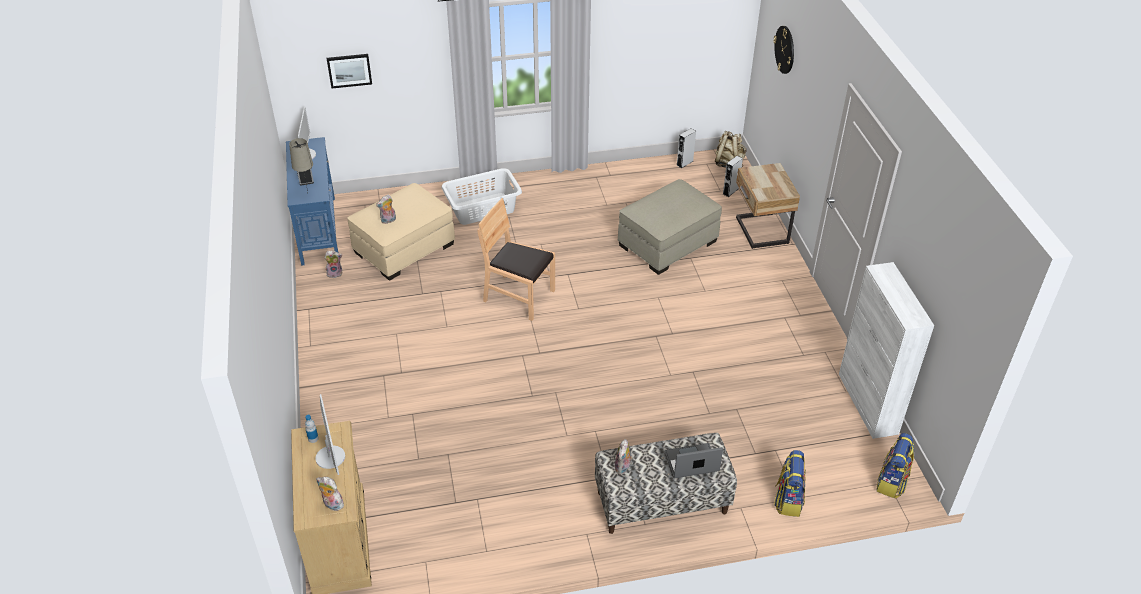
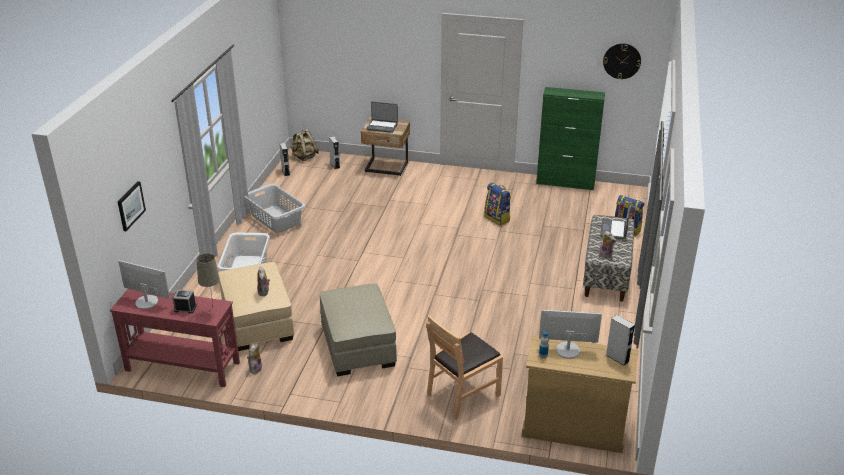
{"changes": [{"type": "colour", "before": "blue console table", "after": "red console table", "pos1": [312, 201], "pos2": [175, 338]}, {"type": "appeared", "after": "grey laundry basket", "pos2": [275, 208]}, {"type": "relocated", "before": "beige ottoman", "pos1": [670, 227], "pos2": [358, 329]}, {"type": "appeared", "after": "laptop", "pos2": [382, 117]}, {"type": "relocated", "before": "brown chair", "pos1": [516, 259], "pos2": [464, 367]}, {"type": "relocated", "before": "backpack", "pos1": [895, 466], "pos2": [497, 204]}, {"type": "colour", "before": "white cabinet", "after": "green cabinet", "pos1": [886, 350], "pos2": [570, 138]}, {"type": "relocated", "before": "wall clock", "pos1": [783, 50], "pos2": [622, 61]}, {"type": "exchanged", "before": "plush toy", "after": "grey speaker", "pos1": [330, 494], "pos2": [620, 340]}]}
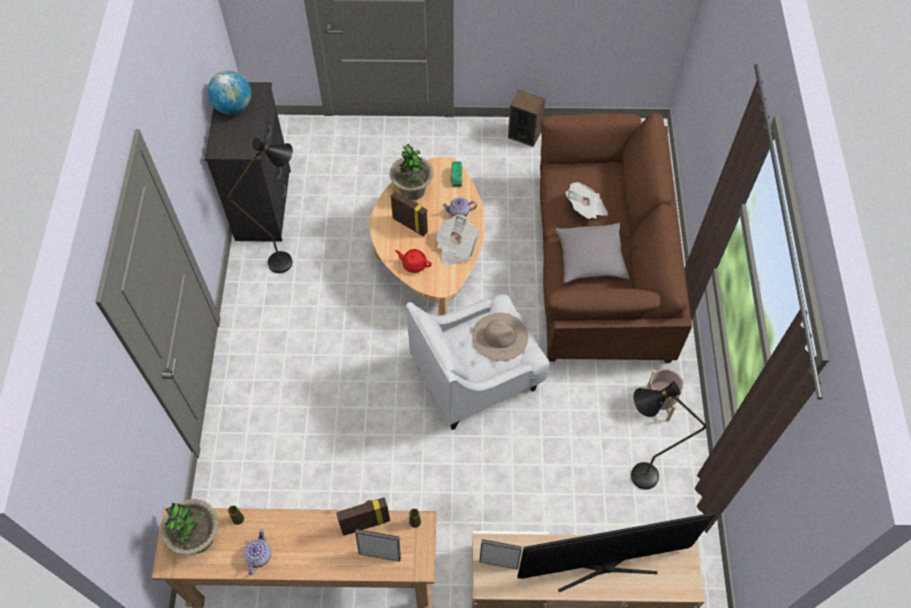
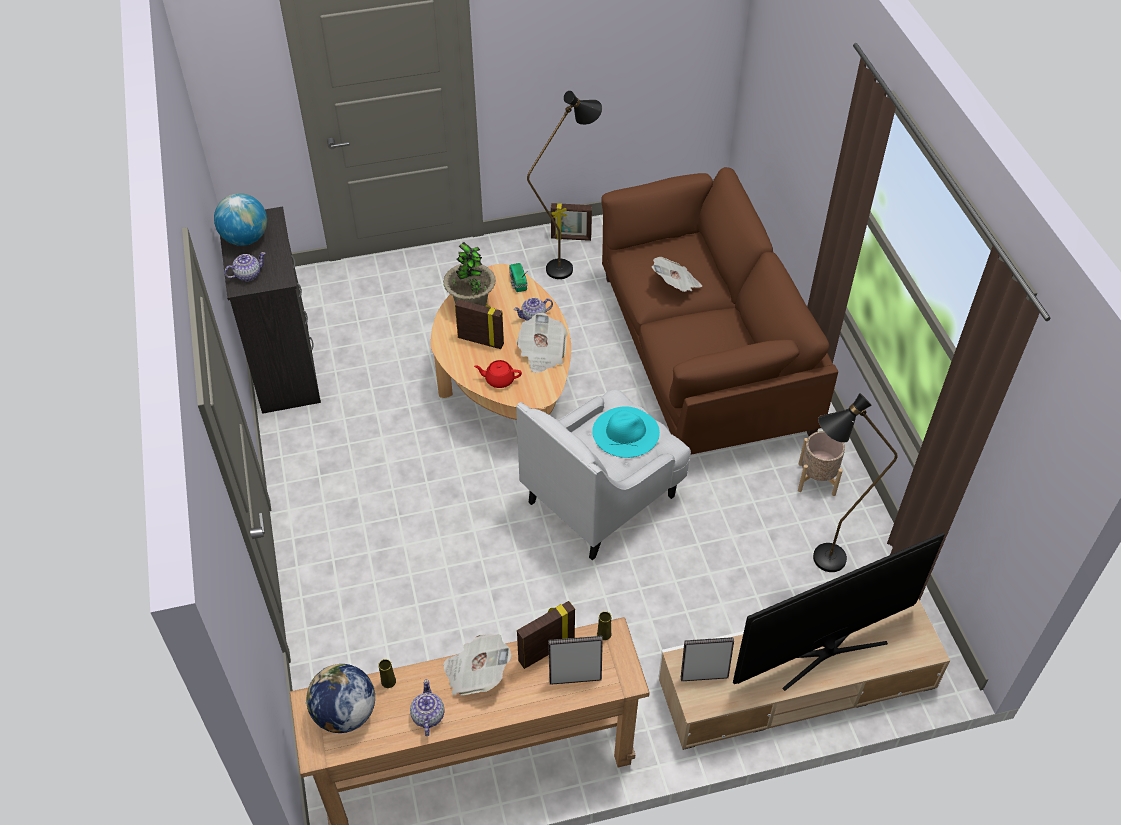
{"changes": [{"type": "appeared", "after": "teapot", "pos2": [245, 266]}, {"type": "exchanged", "before": "potted plant", "after": "globe", "pos1": [190, 527], "pos2": [340, 698]}, {"type": "appeared", "after": "newspaper", "pos2": [477, 664]}, {"type": "relocated", "before": "black floor lamp", "pos1": [260, 205], "pos2": [564, 185]}, {"type": "exchanged", "before": "speaker", "after": "picture frame", "pos1": [526, 118], "pos2": [571, 222]}, {"type": "colour", "before": "beige hat", "after": "turquoise hat", "pos1": [500, 337], "pos2": [626, 432]}, {"type": "missing", "before": "grey pillow", "pos1": [592, 253]}]}
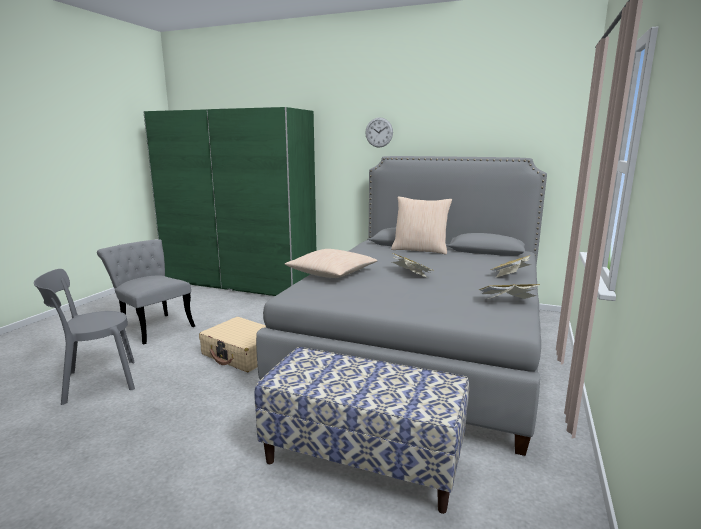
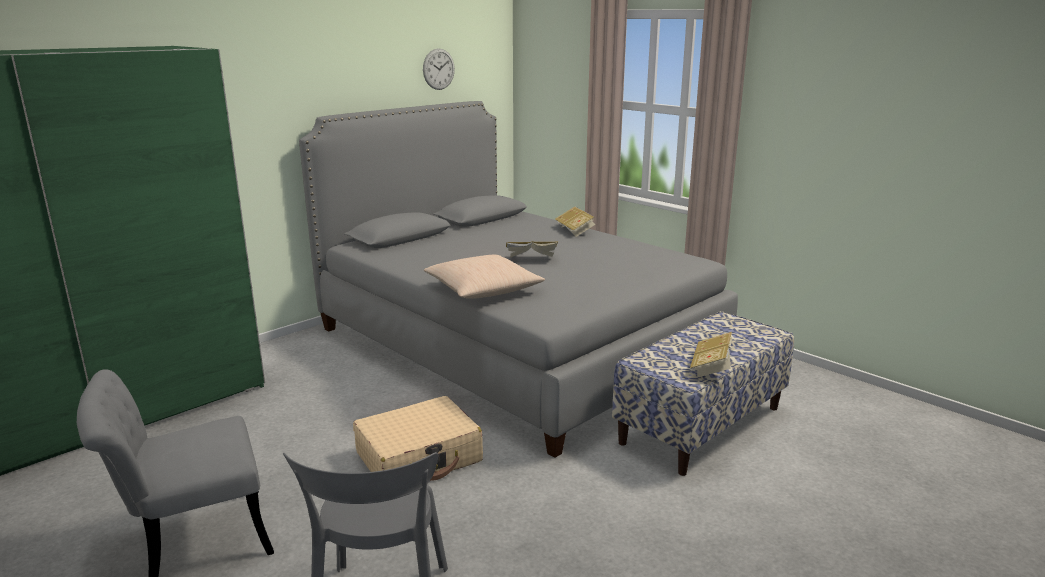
{"changes": [{"type": "relocated", "before": "wall clock", "pos1": [379, 132], "pos2": [439, 69]}, {"type": "relocated", "before": "book", "pos1": [509, 291], "pos2": [712, 355]}, {"type": "missing", "before": "beige pillow", "pos1": [421, 225]}]}
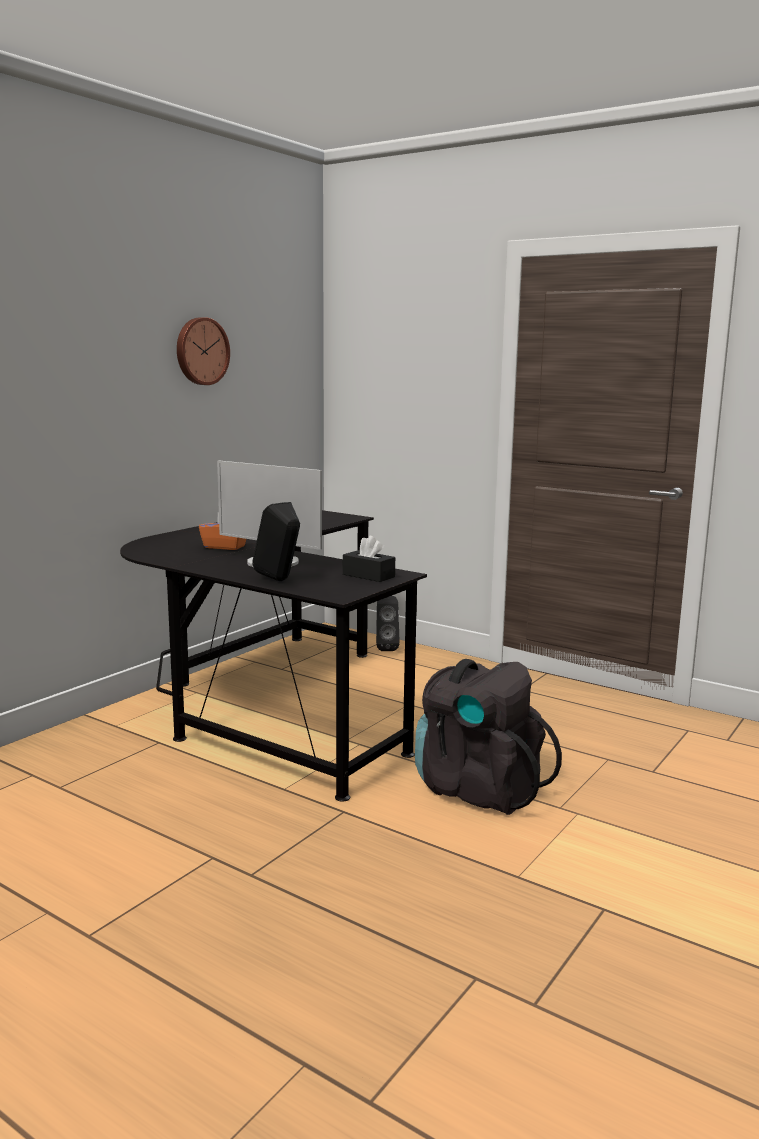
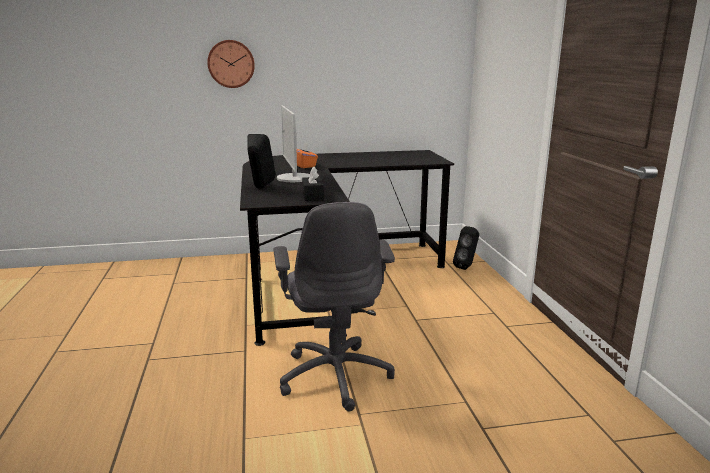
{"changes": [{"type": "relocated", "before": "wall clock", "pos1": [203, 351], "pos2": [231, 64]}, {"type": "exchanged", "before": "black backpack", "after": "grey office chair", "pos1": [488, 737], "pos2": [334, 306]}]}
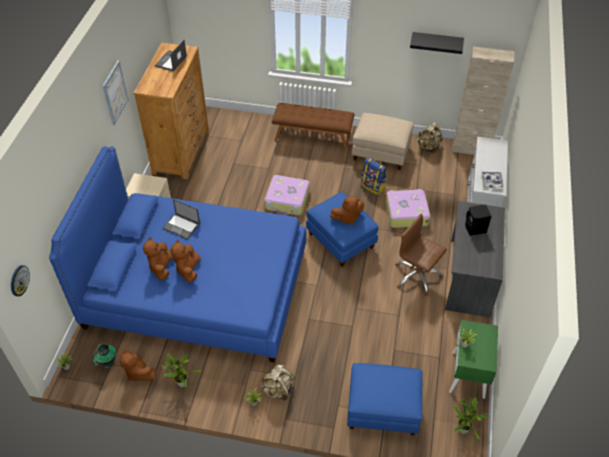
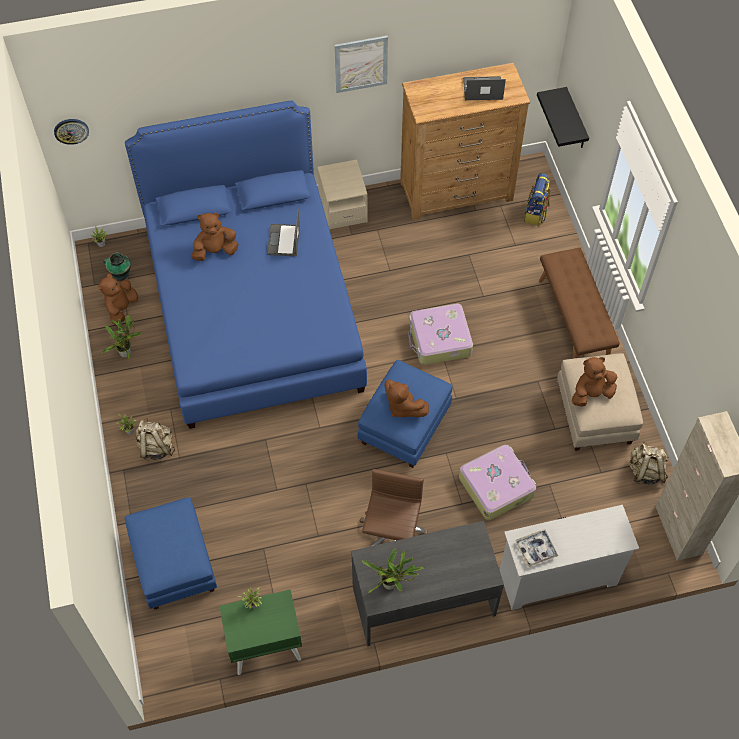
{"changes": [{"type": "relocated", "before": "potted plant", "pos1": [471, 418], "pos2": [393, 571]}, {"type": "relocated", "before": "backpack", "pos1": [374, 176], "pos2": [537, 199]}, {"type": "relocated", "before": "black shelf", "pos1": [437, 43], "pos2": [563, 117]}, {"type": "relocated", "before": "brown plush toy", "pos1": [186, 261], "pos2": [594, 382]}, {"type": "missing", "before": "black speaker", "pos1": [478, 220]}]}
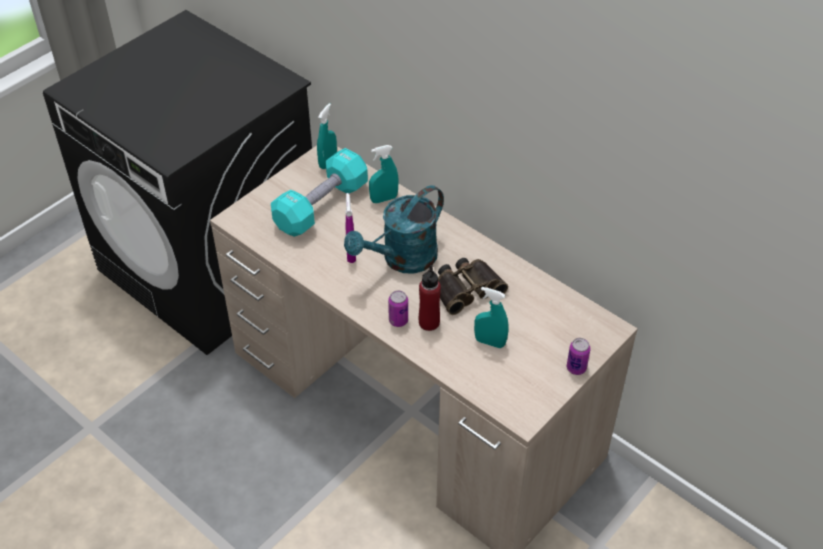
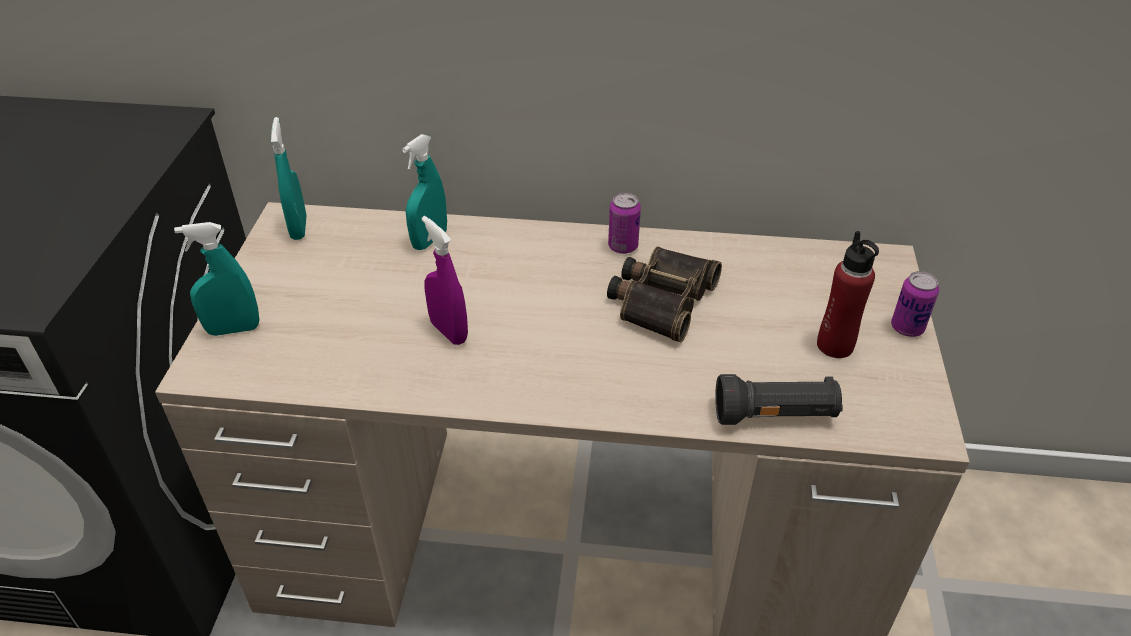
{"changes": [{"type": "relocated", "before": "turquoise spray bottle", "pos1": [491, 317], "pos2": [216, 279]}, {"type": "relocated", "before": "can", "pos1": [398, 309], "pos2": [624, 223]}, {"type": "appeared", "after": "black flashlight", "pos2": [779, 399]}, {"type": "relocated", "before": "red bottle", "pos1": [430, 298], "pos2": [848, 294]}, {"type": "missing", "before": "turquoise dumbbell", "pos1": [319, 192]}, {"type": "missing", "before": "turquoise watering can", "pos1": [394, 229]}]}
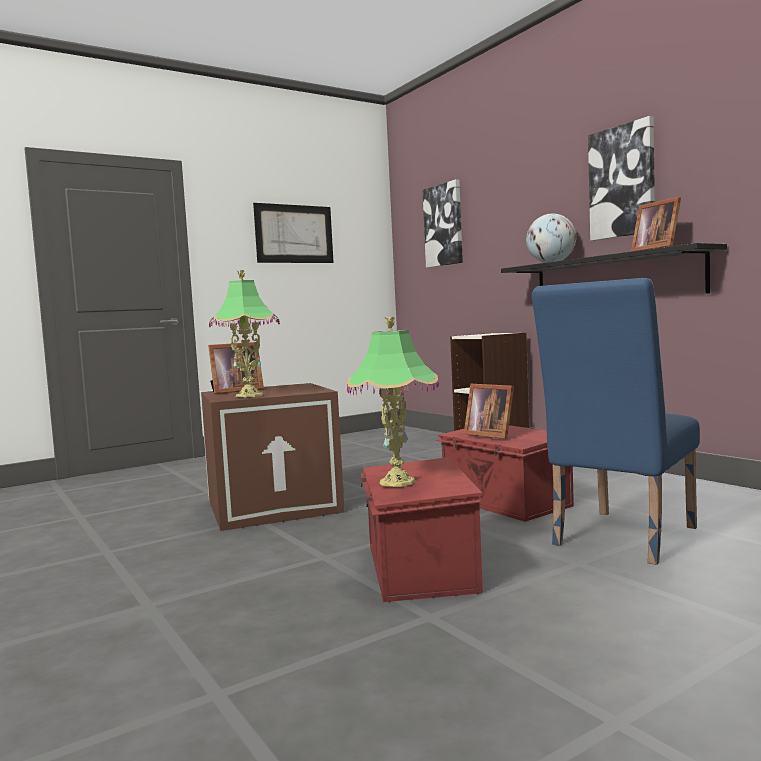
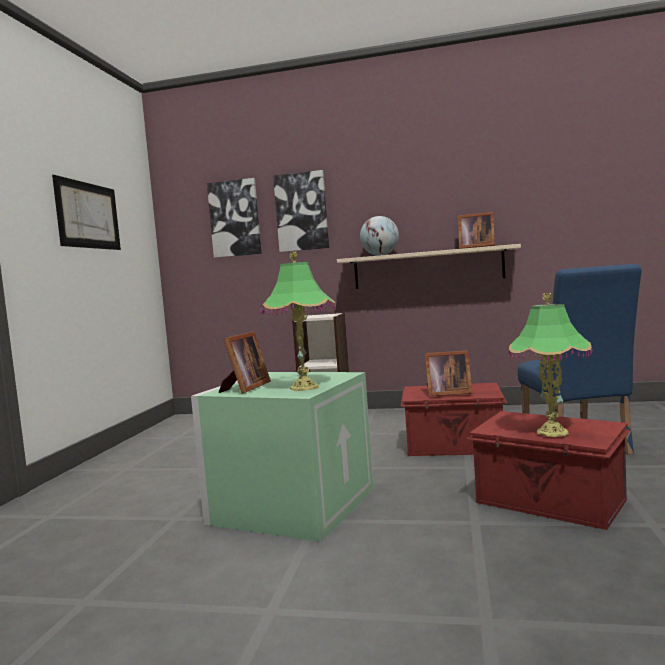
{"changes": [{"type": "colour", "before": "brown storage box", "after": "green storage box", "pos1": [273, 457], "pos2": [282, 457]}, {"type": "relocated", "before": "picture", "pos1": [621, 178], "pos2": [301, 211]}, {"type": "colour", "before": "black shelf", "after": "beige shelf", "pos1": [614, 268], "pos2": [429, 266]}]}
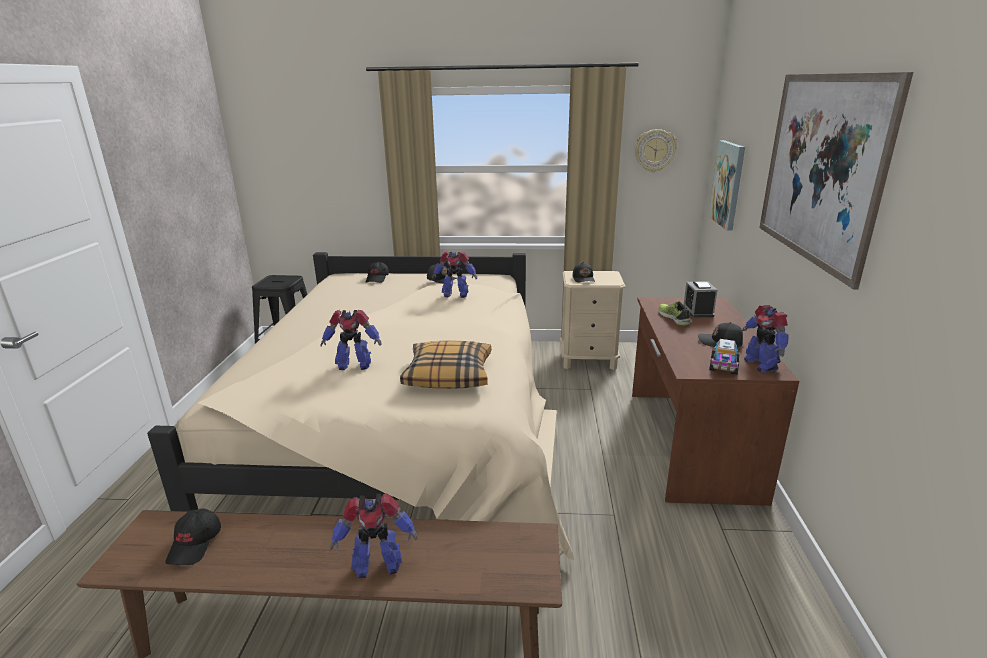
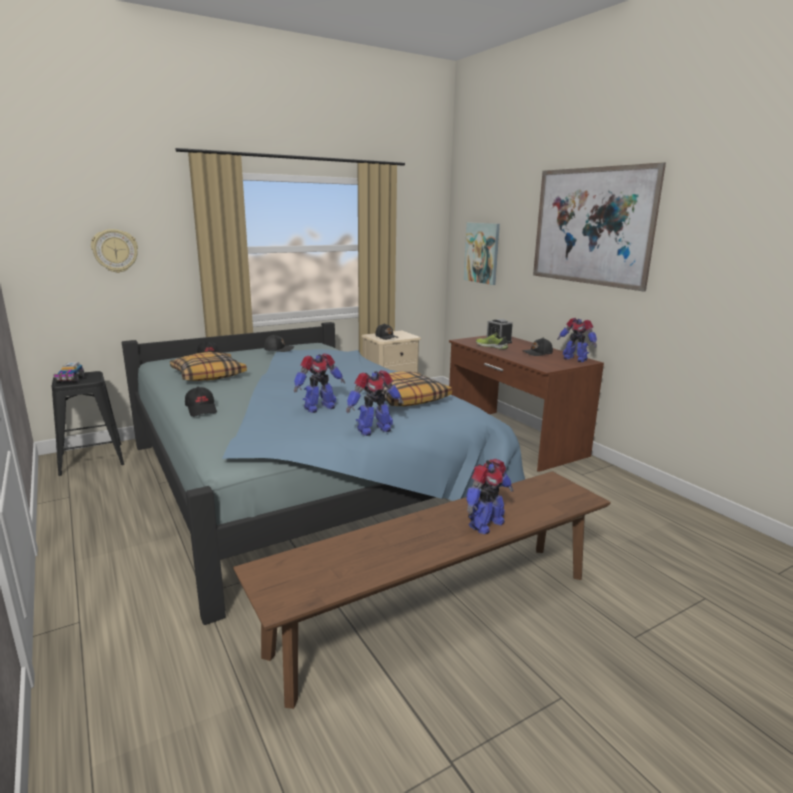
{"changes": [{"type": "relocated", "before": "toy truck", "pos1": [724, 357], "pos2": [69, 373]}, {"type": "relocated", "before": "wall clock", "pos1": [656, 150], "pos2": [114, 251]}, {"type": "colour", "before": "beige bed", "after": "blue bed", "pos1": [360, 406], "pos2": [323, 473]}, {"type": "appeared", "after": "pillow", "pos2": [208, 366]}, {"type": "relocated", "before": "black cap", "pos1": [193, 537], "pos2": [201, 402]}, {"type": "relocated", "before": "toy robot", "pos1": [454, 274], "pos2": [374, 403]}]}
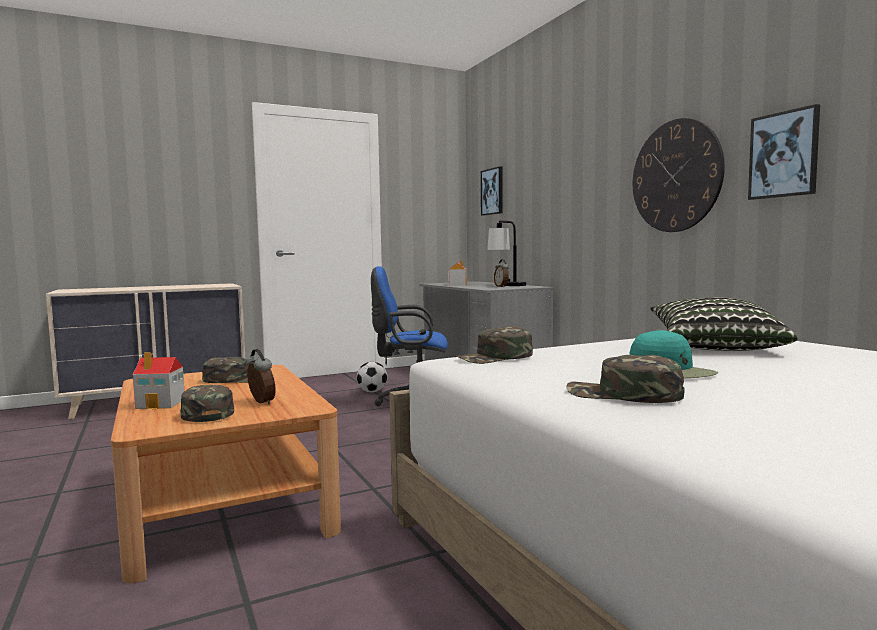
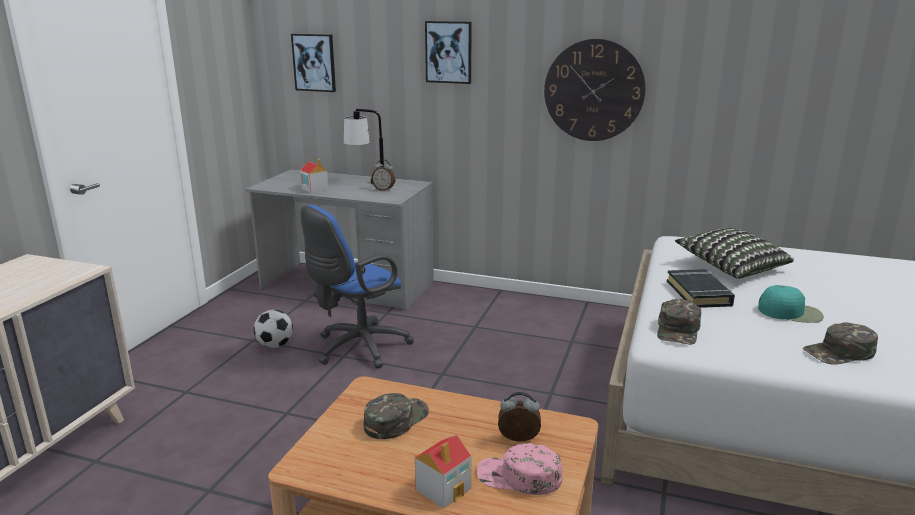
{"changes": [{"type": "relocated", "before": "picture", "pos1": [784, 152], "pos2": [448, 52]}, {"type": "colour", "before": "green cap", "after": "pink cap", "pos1": [207, 403], "pos2": [520, 469]}, {"type": "appeared", "after": "black book", "pos2": [701, 288]}]}
